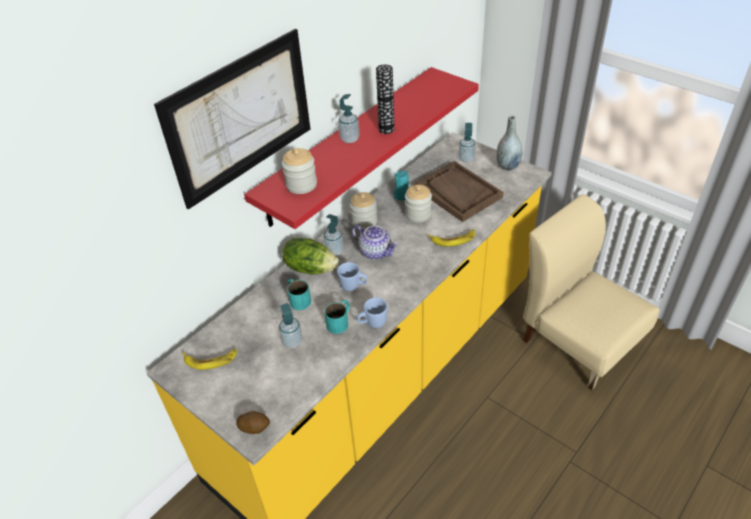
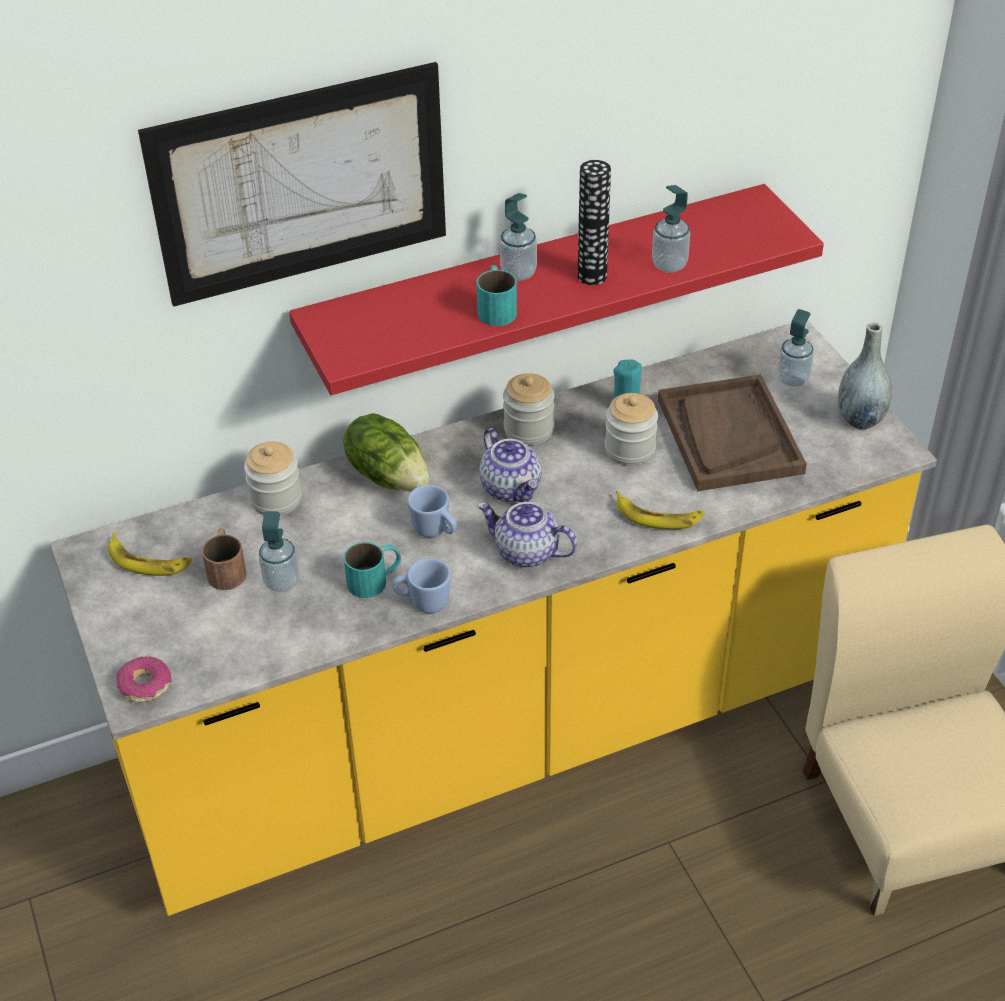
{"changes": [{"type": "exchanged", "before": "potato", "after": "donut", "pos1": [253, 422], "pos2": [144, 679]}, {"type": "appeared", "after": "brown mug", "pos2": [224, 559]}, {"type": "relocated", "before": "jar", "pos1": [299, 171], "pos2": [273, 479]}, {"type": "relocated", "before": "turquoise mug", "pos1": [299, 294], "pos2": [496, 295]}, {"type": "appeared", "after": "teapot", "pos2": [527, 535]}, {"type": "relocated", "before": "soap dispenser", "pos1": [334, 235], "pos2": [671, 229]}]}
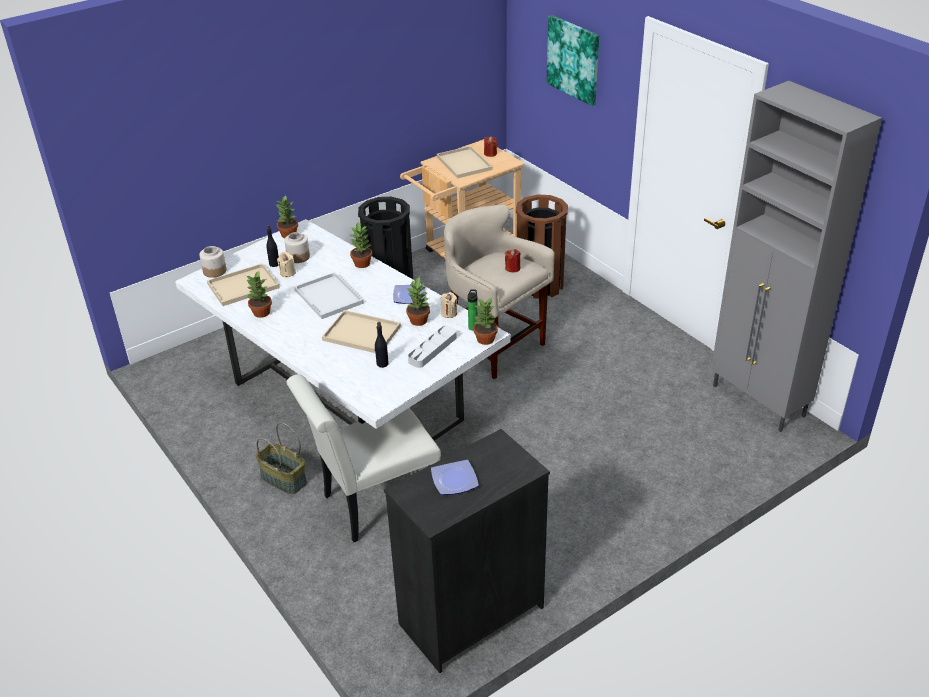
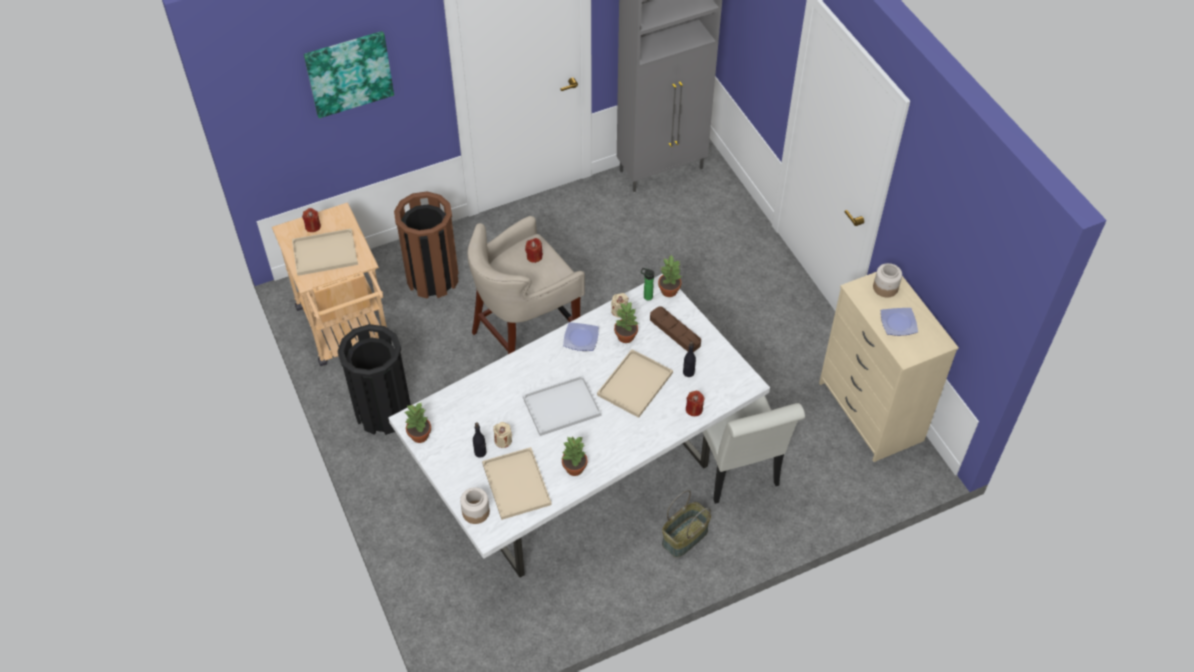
{"changes": [{"type": "colour", "before": "grey tray", "after": "brown tray", "pos1": [432, 347], "pos2": [675, 329]}, {"type": "appeared", "after": "red candle", "pos2": [695, 403]}, {"type": "colour", "before": "black dresser", "after": "beige dresser", "pos1": [467, 551], "pos2": [889, 367]}, {"type": "relocated", "before": "jar", "pos1": [297, 247], "pos2": [887, 280]}, {"type": "missing", "before": "potted plant", "pos1": [361, 245]}]}
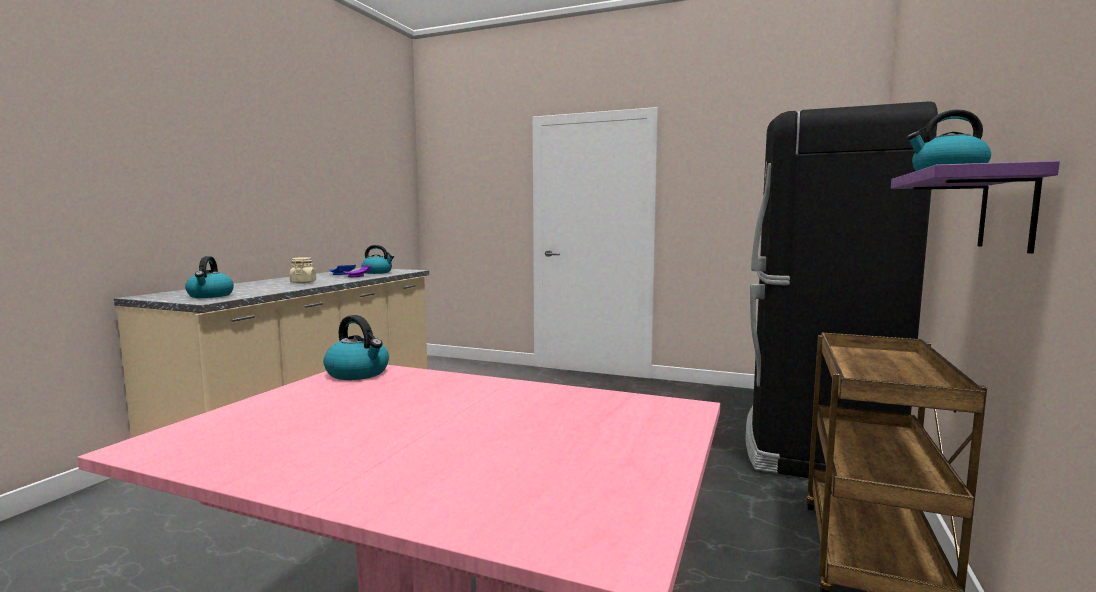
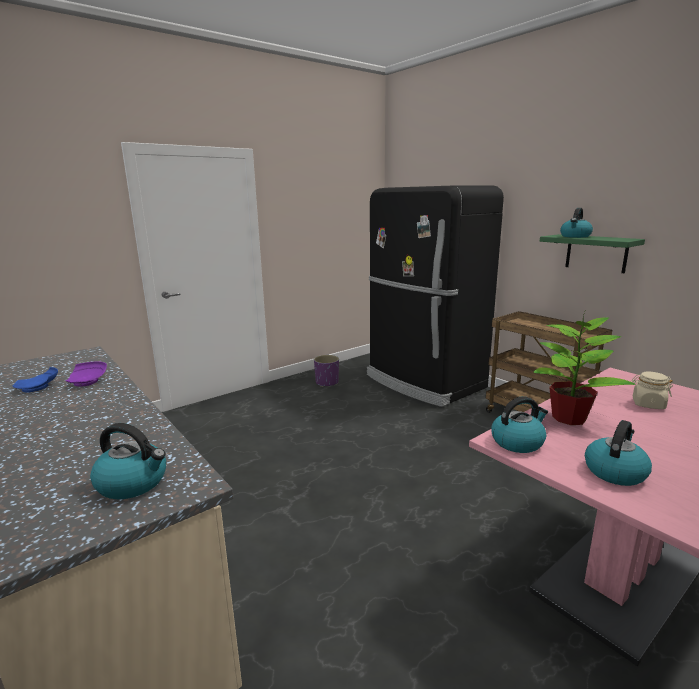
{"changes": [{"type": "appeared", "after": "purple planter", "pos2": [326, 371]}, {"type": "appeared", "after": "potted plant", "pos2": [584, 367]}, {"type": "colour", "before": "purple shelf", "after": "green shelf", "pos1": [975, 207], "pos2": [592, 253]}, {"type": "relocated", "before": "kettle", "pos1": [377, 259], "pos2": [618, 453]}, {"type": "relocated", "before": "beige jar", "pos1": [303, 270], "pos2": [652, 390]}]}
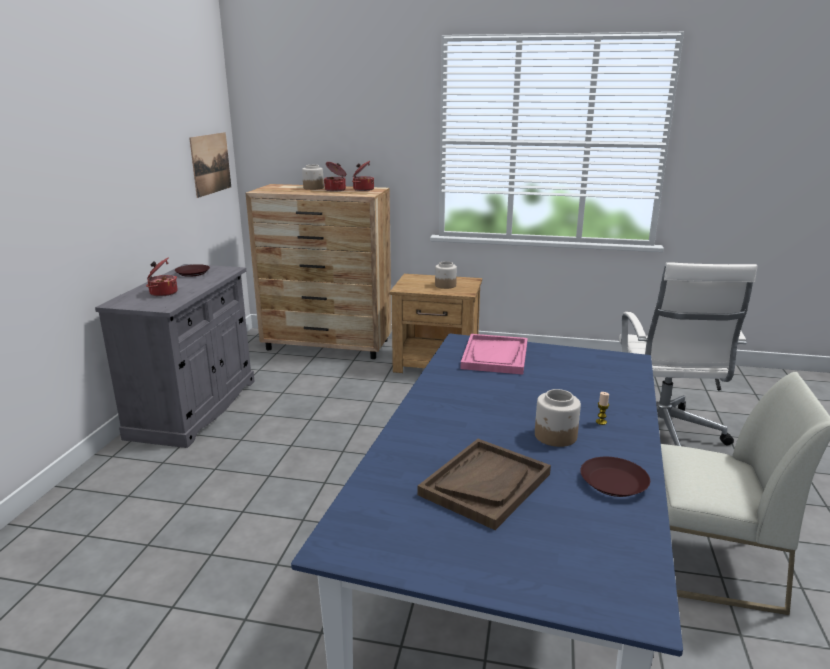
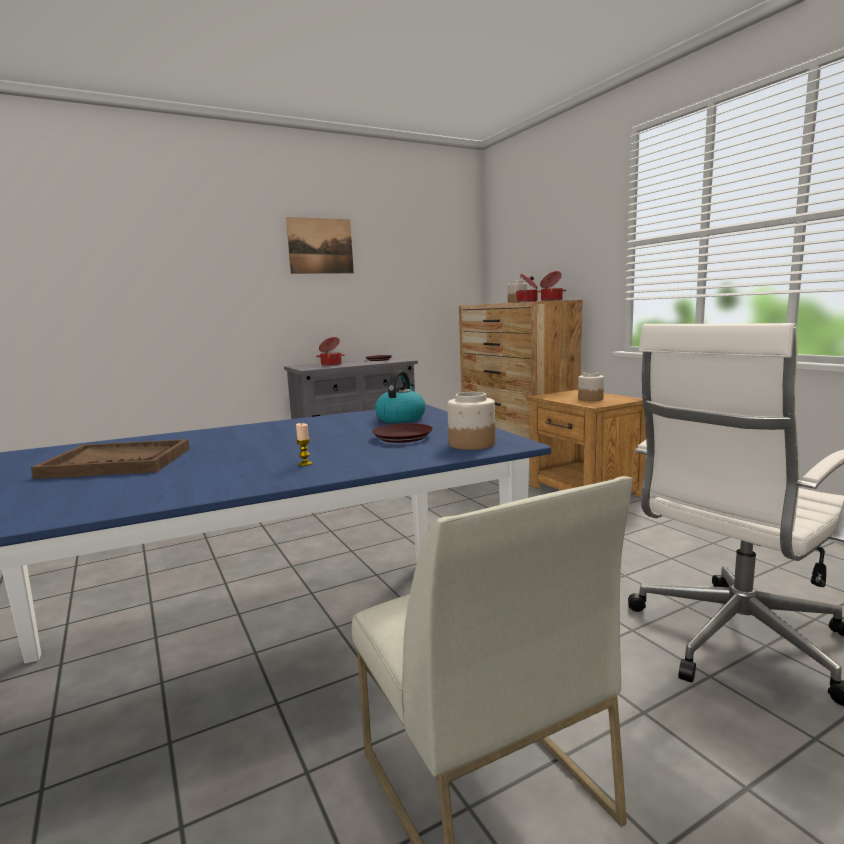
{"changes": [{"type": "relocated", "before": "picture", "pos1": [210, 165], "pos2": [320, 245]}, {"type": "relocated", "before": "brown plate", "pos1": [615, 477], "pos2": [402, 433]}, {"type": "exchanged", "before": "pink tray", "after": "kettle", "pos1": [494, 354], "pos2": [400, 396]}, {"type": "relocated", "before": "jar", "pos1": [558, 418], "pos2": [471, 421]}]}
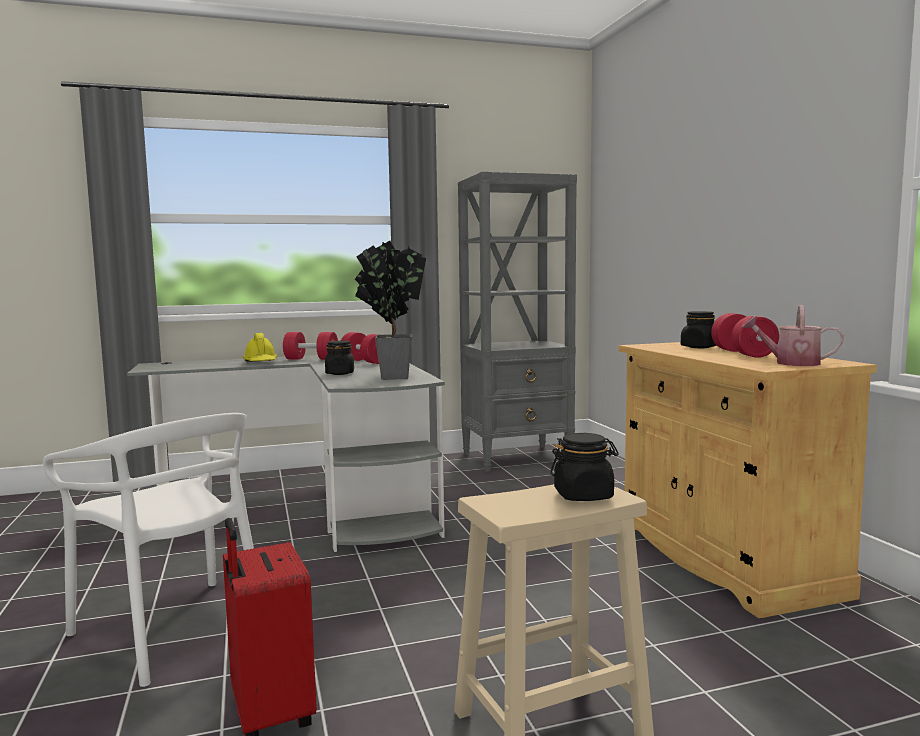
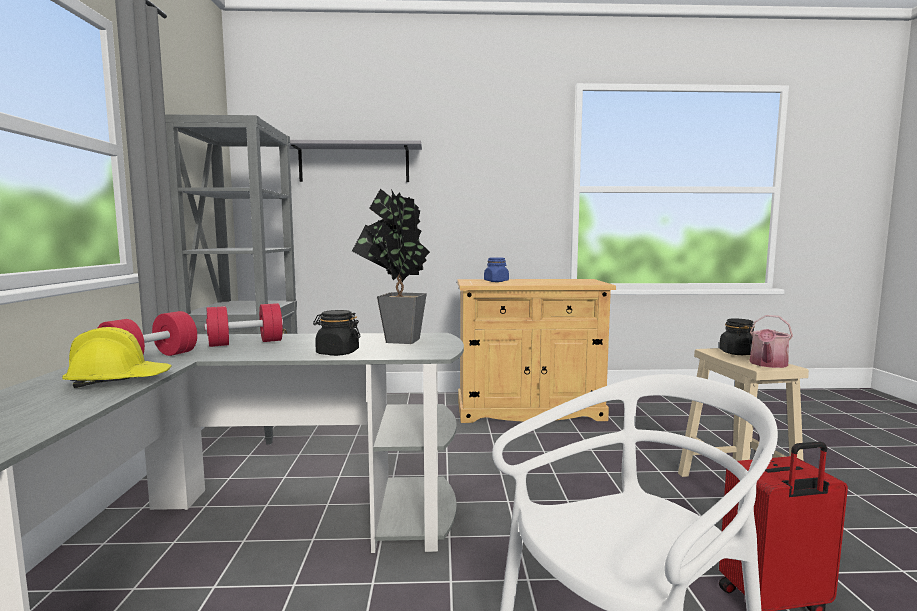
{"changes": [{"type": "appeared", "after": "grey shelf", "pos2": [355, 161]}, {"type": "colour", "before": "black jar", "after": "blue jar", "pos1": [699, 329], "pos2": [496, 269]}, {"type": "relocated", "before": "watering can", "pos1": [792, 335], "pos2": [771, 341]}, {"type": "missing", "before": "red dumbbell", "pos1": [745, 335]}]}
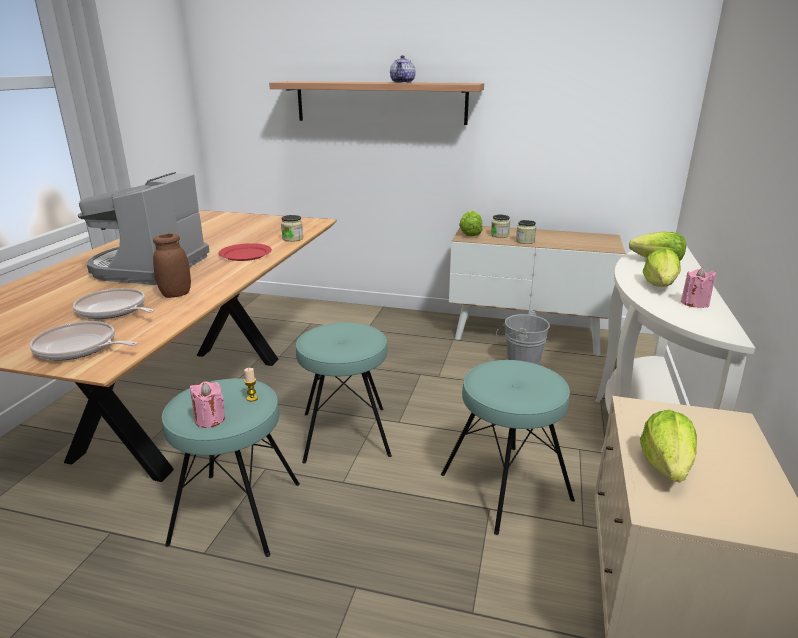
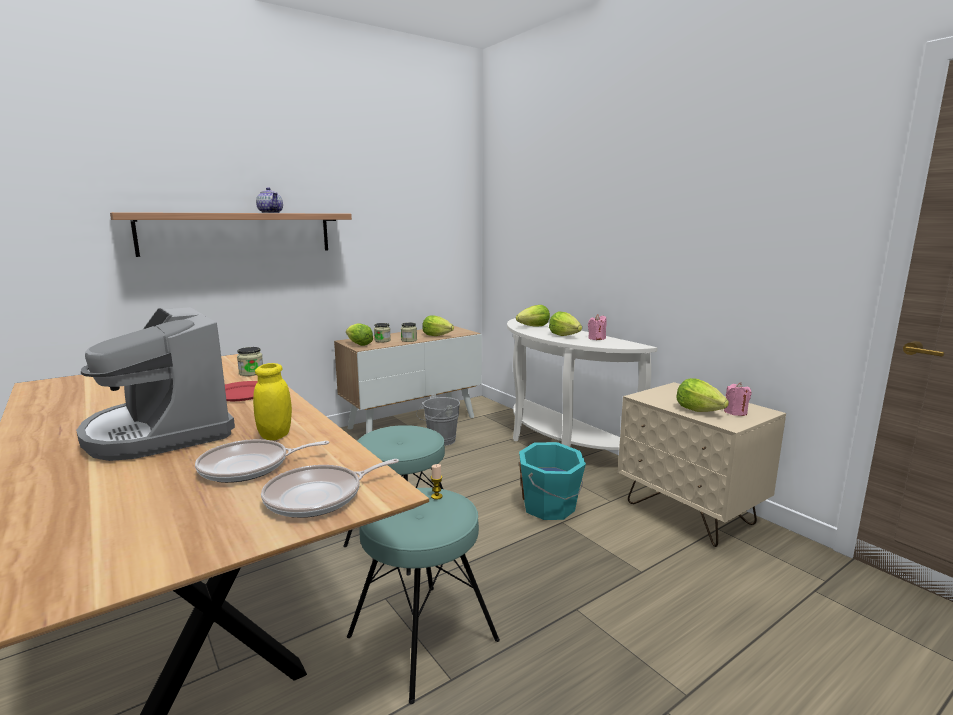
{"changes": [{"type": "colour", "before": "brown jar", "after": "yellow jar", "pos1": [172, 265], "pos2": [272, 401]}, {"type": "appeared", "after": "lettuce", "pos2": [438, 325]}, {"type": "exchanged", "before": "turquoise stool", "after": "turquoise bucket", "pos1": [508, 447], "pos2": [552, 481]}, {"type": "relocated", "before": "pink candle", "pos1": [207, 405], "pos2": [738, 399]}]}
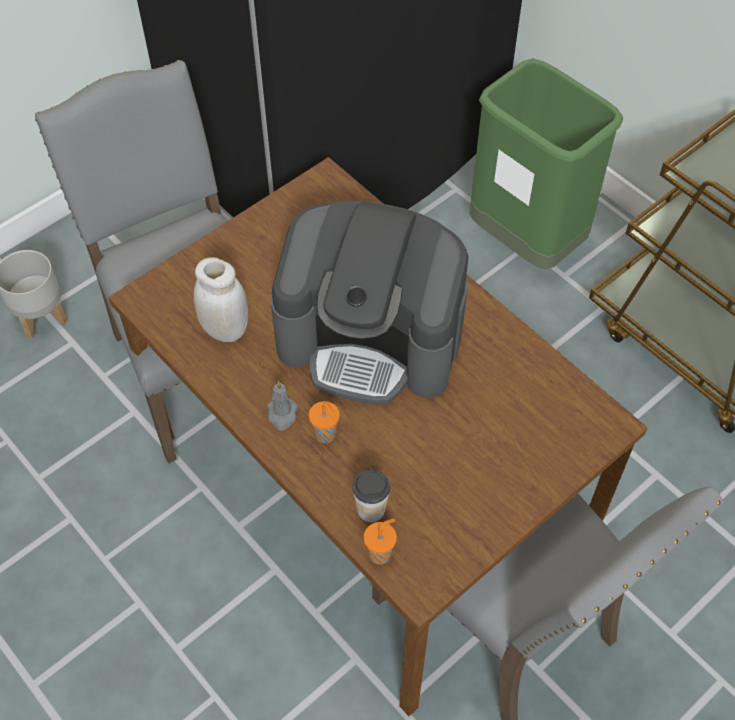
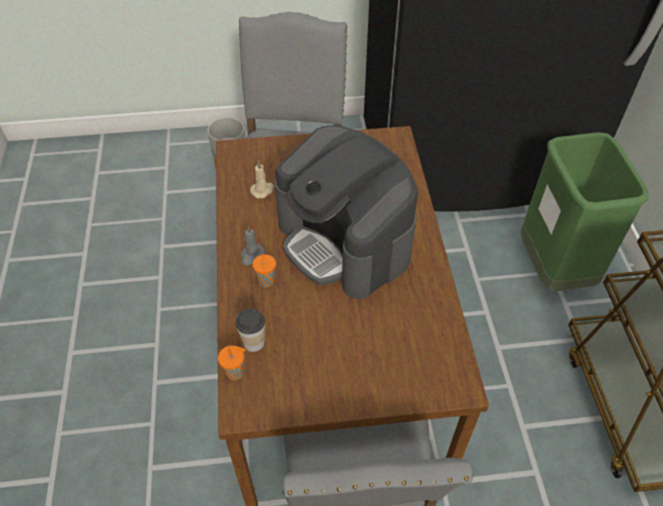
{"changes": [{"type": "exchanged", "before": "white jar", "after": "beige candle", "pos1": [221, 299], "pos2": [262, 180]}]}
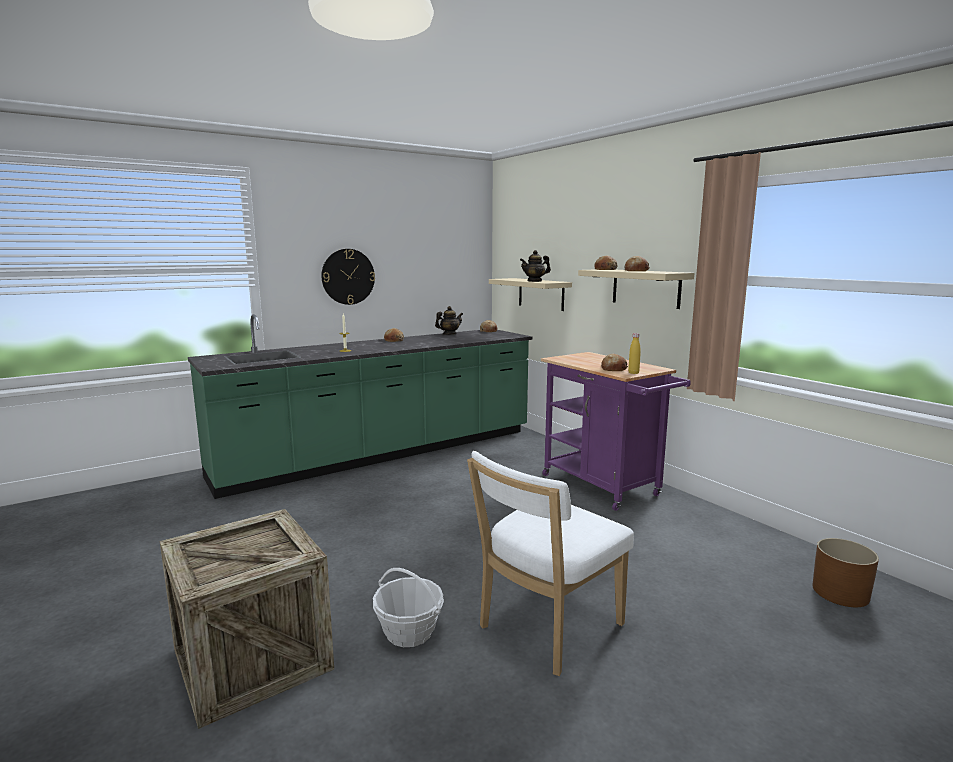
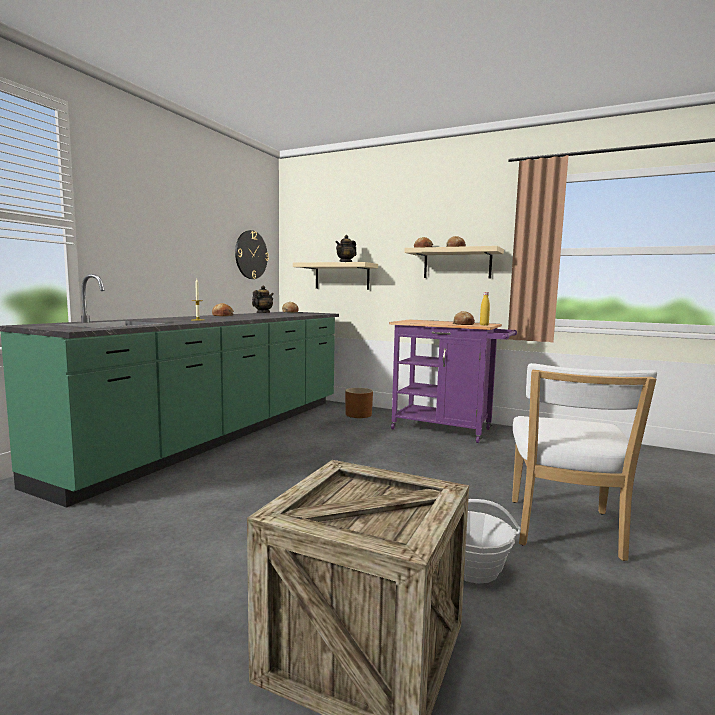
{"changes": [{"type": "relocated", "before": "wall clock", "pos1": [348, 277], "pos2": [252, 254]}, {"type": "relocated", "before": "brown planter", "pos1": [845, 572], "pos2": [359, 403]}]}
